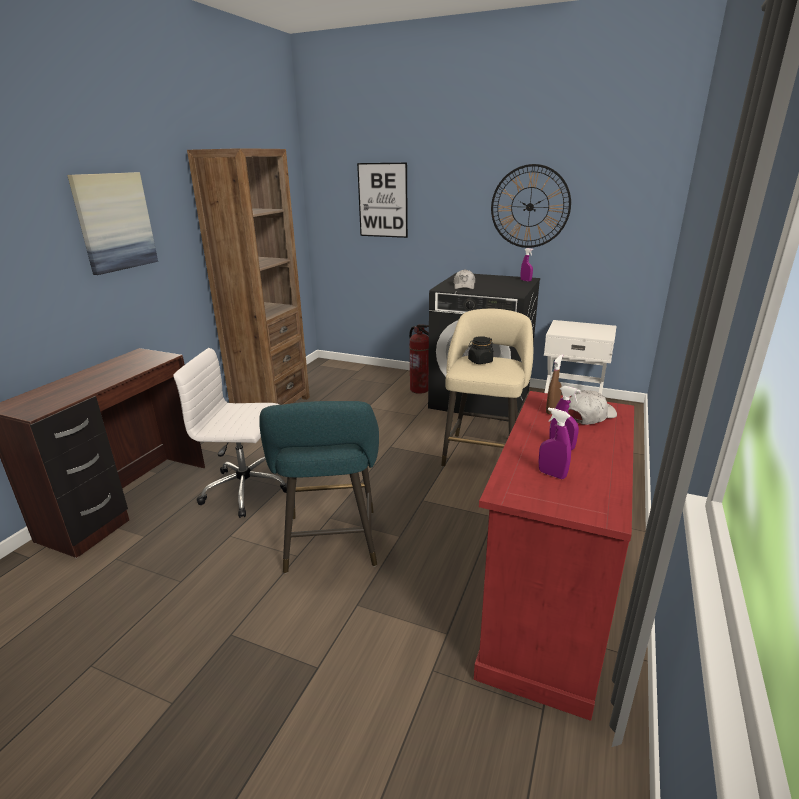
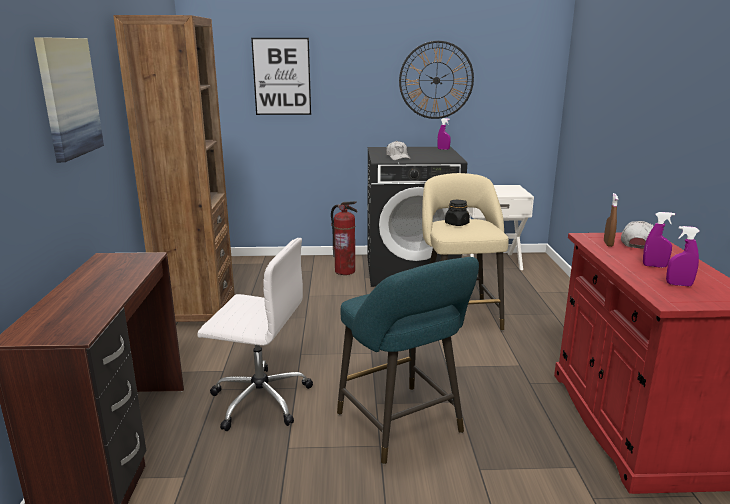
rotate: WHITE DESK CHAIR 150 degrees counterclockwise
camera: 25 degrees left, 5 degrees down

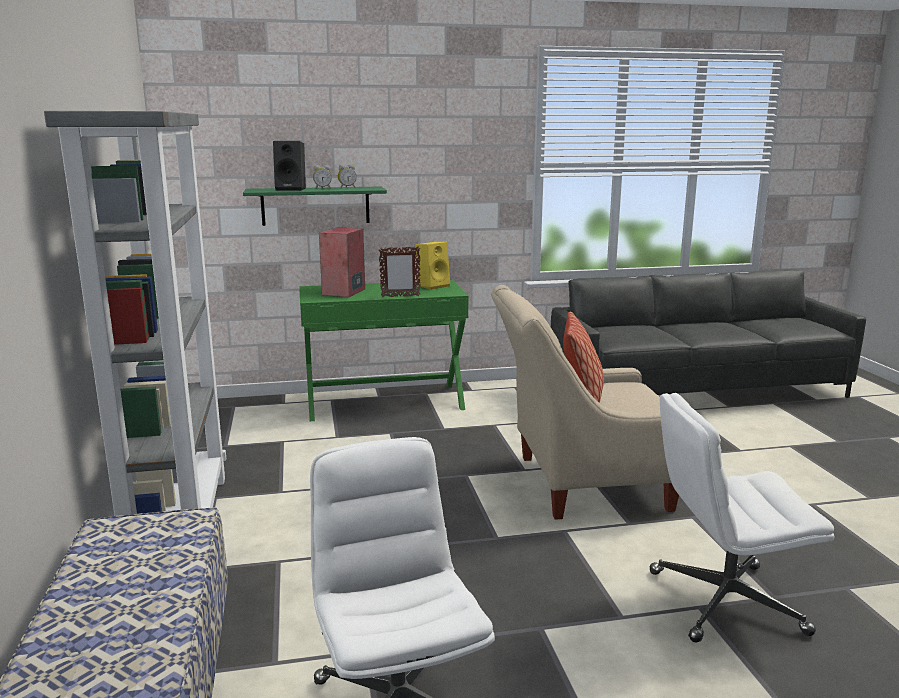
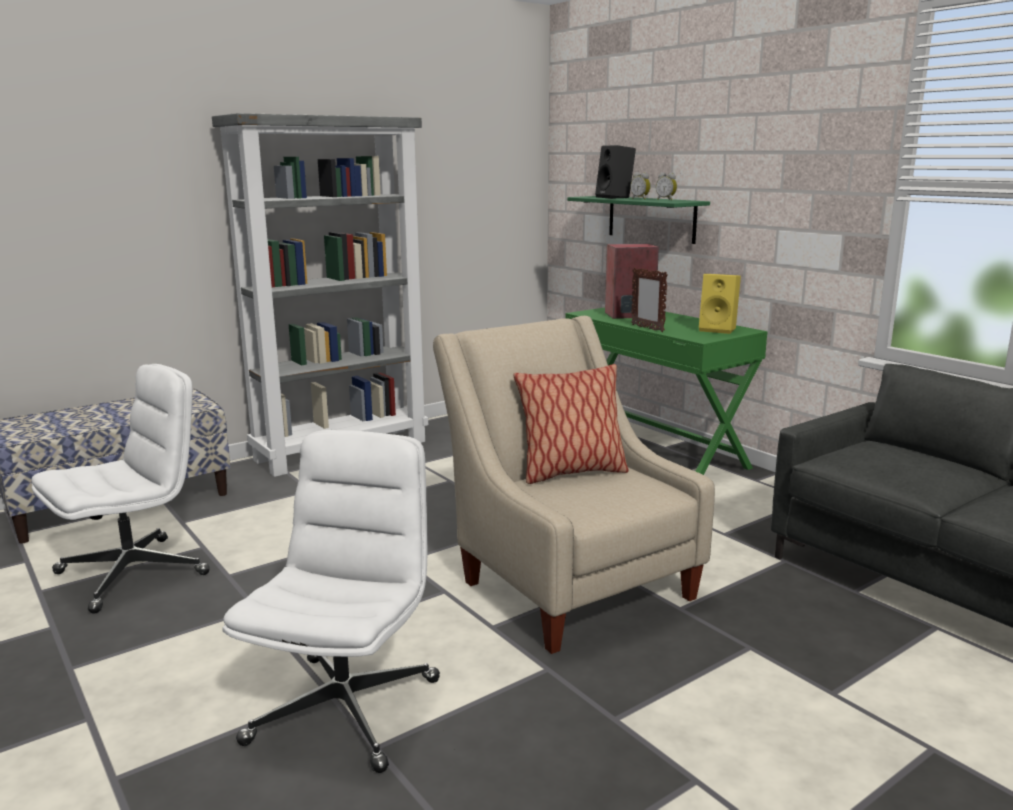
rotate: WHITE DESK CHAIR (2nd from left) 45 degrees clockwise
camera: 65 degrees right, 0 degrees up

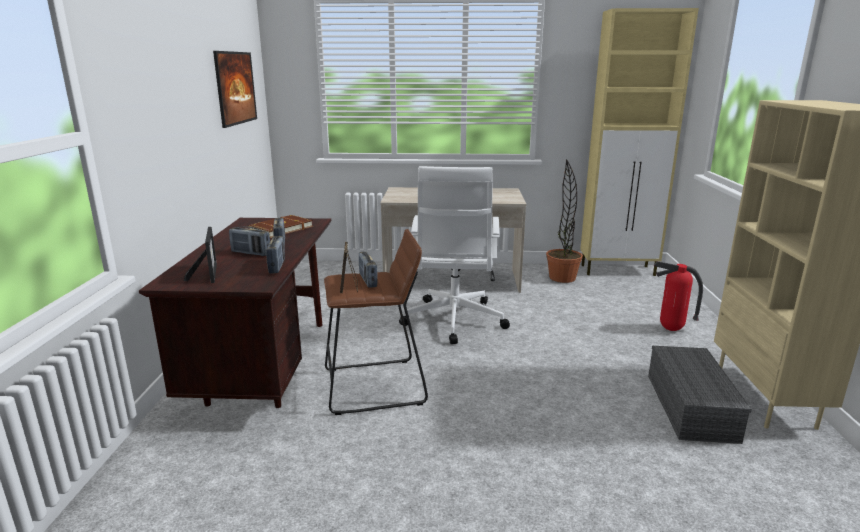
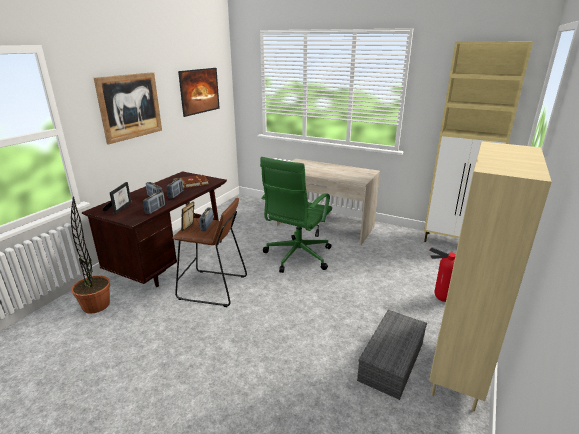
insert: PICTURE (1st from left)
move: HOUSEPLANT
recolor: WHITE DESK CHAIR to GREEN-COLOURED DESK CHAIR
camera: 25 degrees right, 5 degrees up

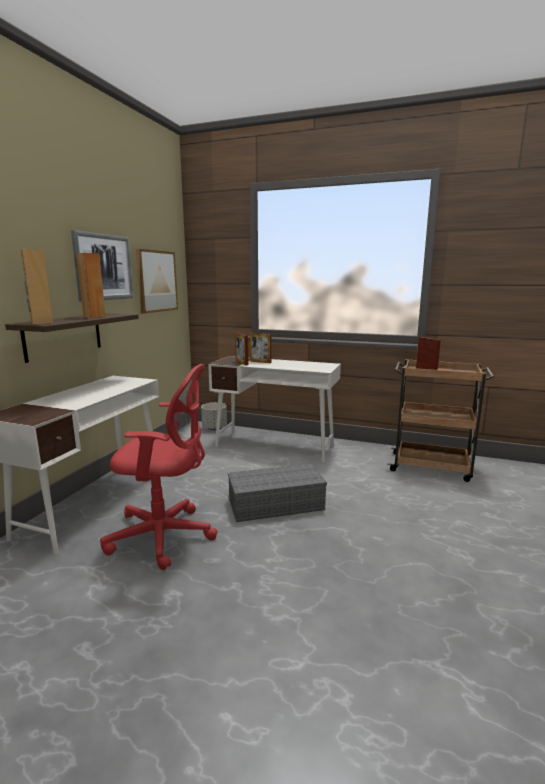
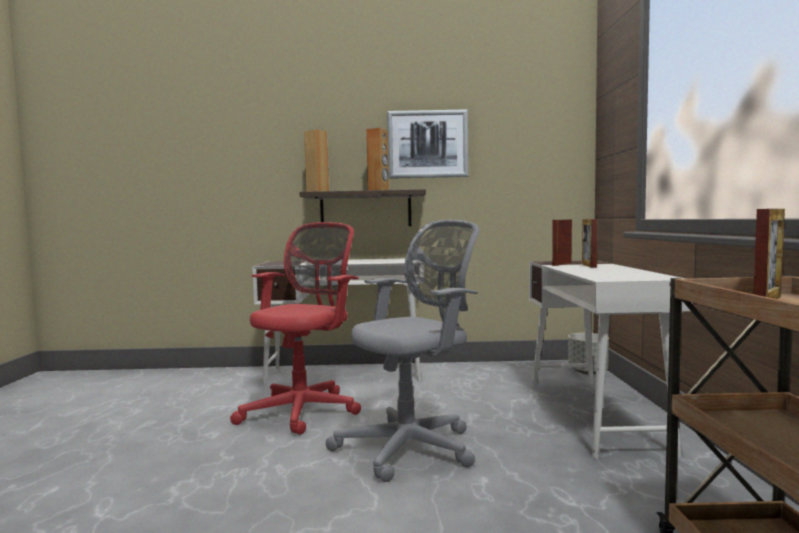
delete: PICTURE (2nd from left)
replace: GREY STORAGE BIN to GREY DESK CHAIR
rotate: RED DESK CHAIR 135 degrees counterclockwise
camera: 70 degrees right, 10 degrees down

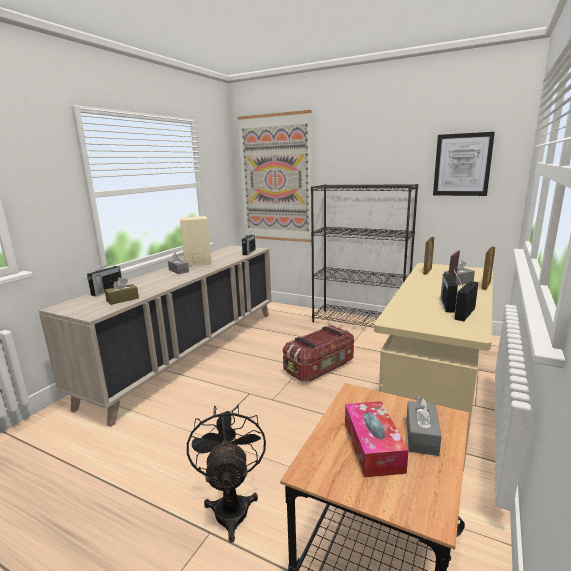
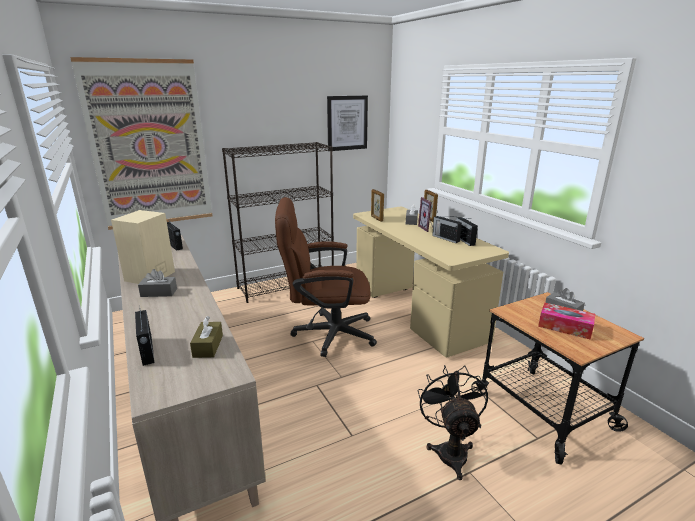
replace: STORAGE BIN to BROWN DESK CHAIR
rotate: BLACK COOLING FAN 60 degrees clockwise
camera: 55 degrees left, 5 degrees up

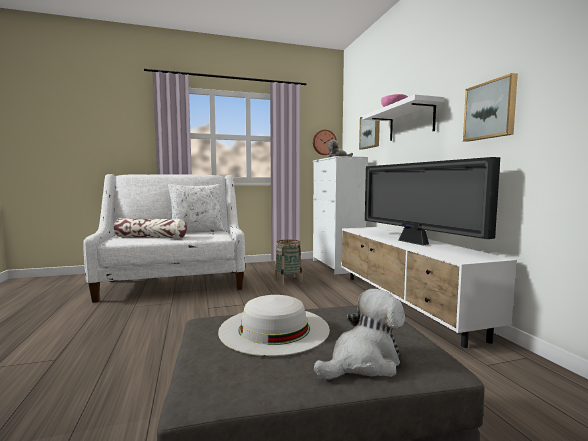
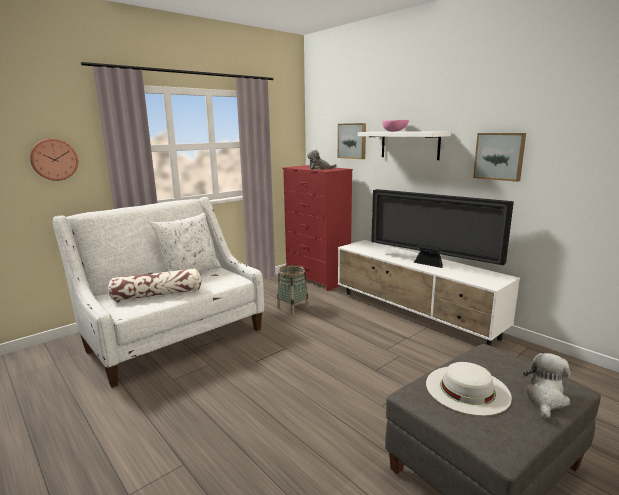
move: HANGING CLOCK
recolor: WHITE DRAWER CHEST to RED DRAWER CHEST
camera: 25 degrees left, 10 degrees up

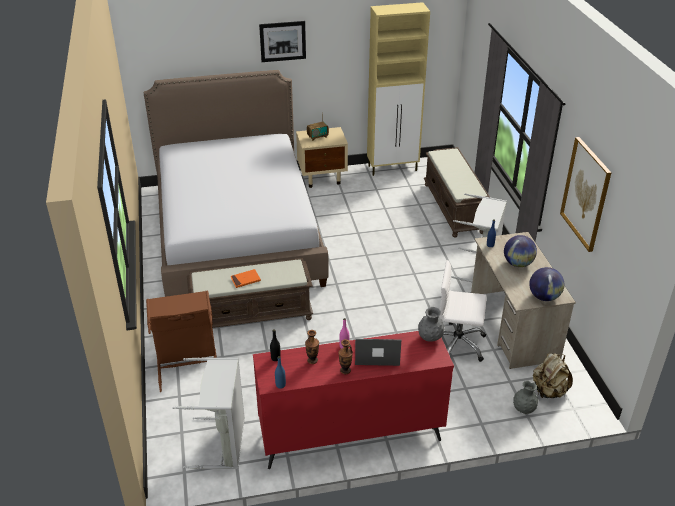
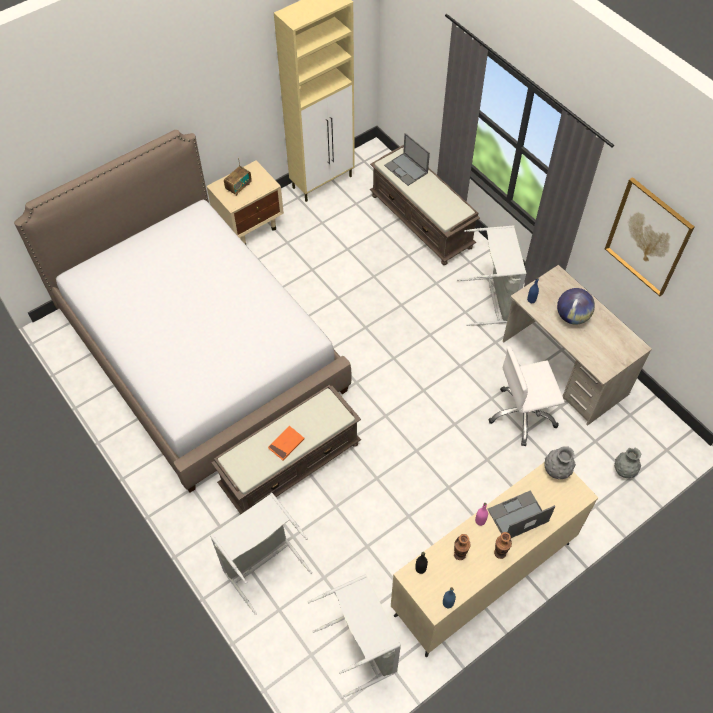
delete: PICTURE (1st from left); WORLD GLOBE (2nd from left); BEIGE RUCKSACK
insert: PORTABLE COMPUTER (1st from left)
recolor: BROWN WASHING BASKET to GREY WASHING BASKET (1st from left); RED DRAWER CHEST to BEIGE DRAWER CHEST
camera: 25 degrees left, 20 degrees up

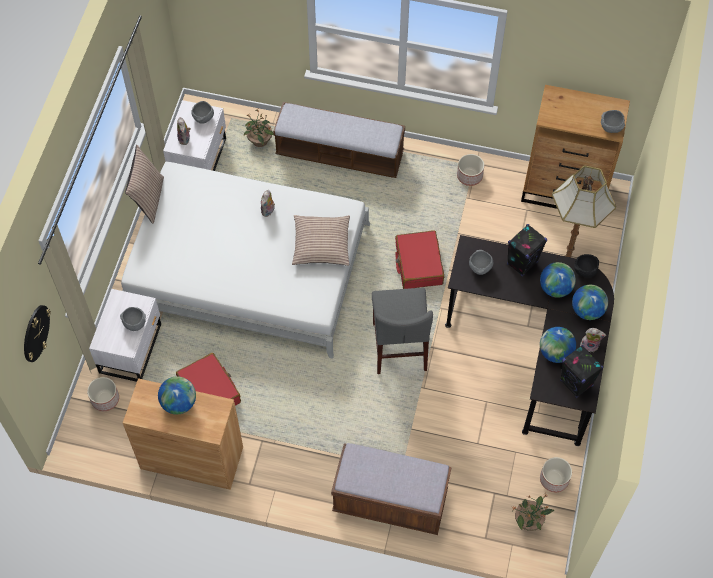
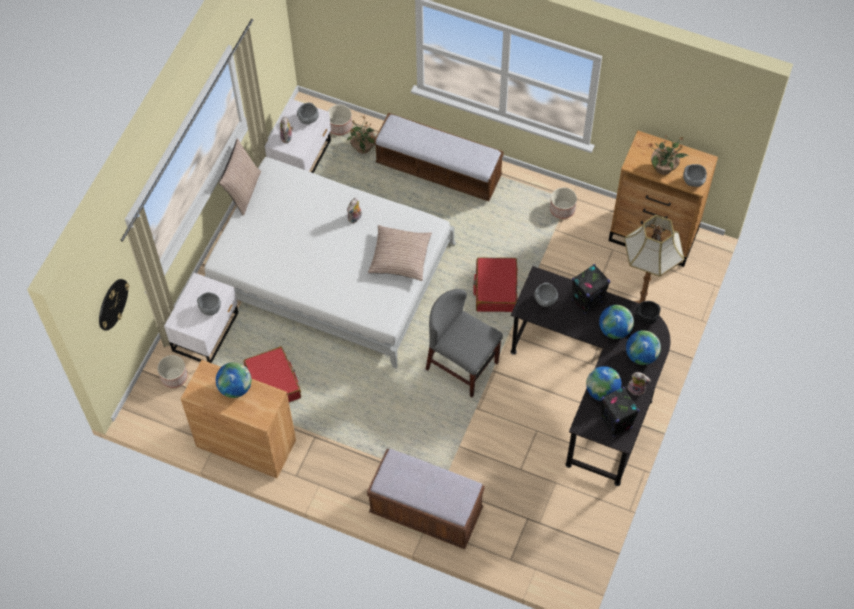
move: FLOWER POT (3rd from left in the first image) to FLOWER POT (2nd from left); HOUSEPLANT (2nd from left)
rotate: GREY CHAIR 120 degrees clockwise
camera: 10 degrees right, 0 degrees up

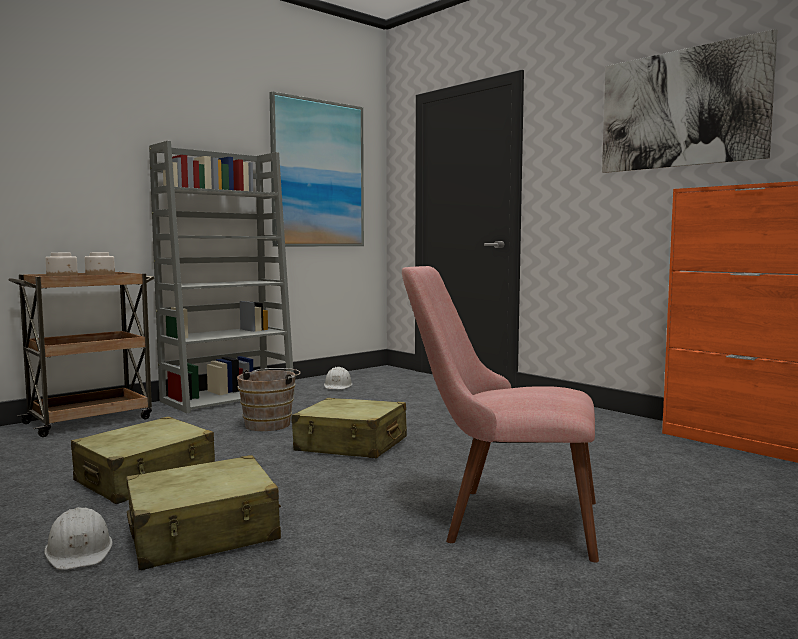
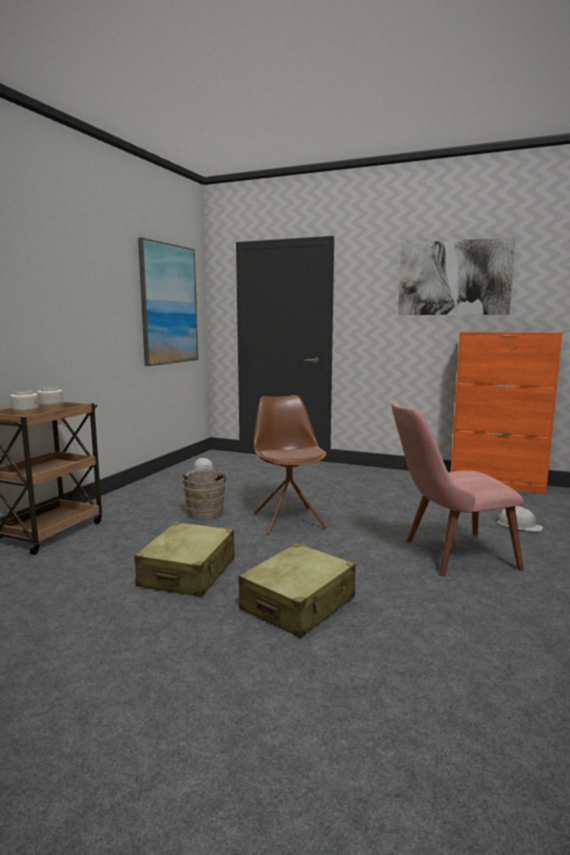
delete: GREY BOOKCASE
move: WHITE HARD HAT (1st from left in the first image) to WHITE HARD HAT (2nd from left)
replace: BEIGE SUITCASE (3rd from left) to BROWN CHAIR
camera: 25 degrees left, 5 degrees up

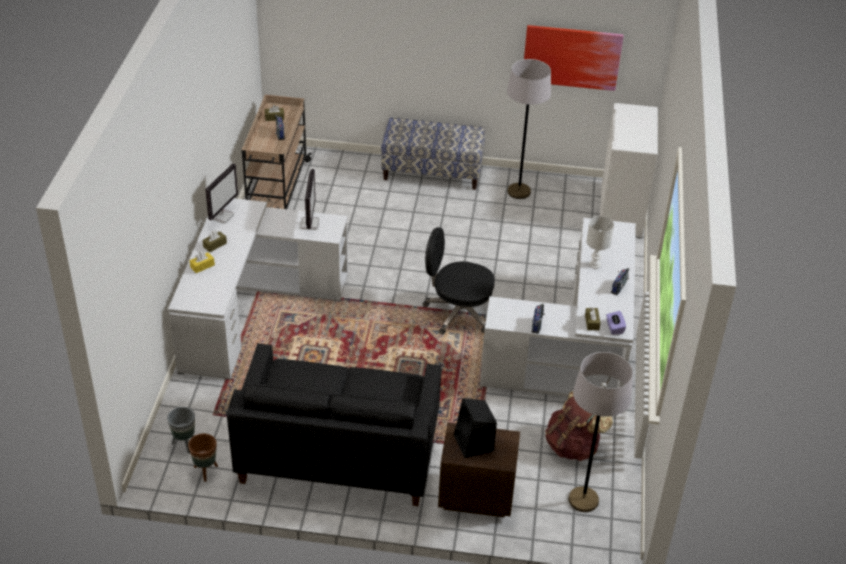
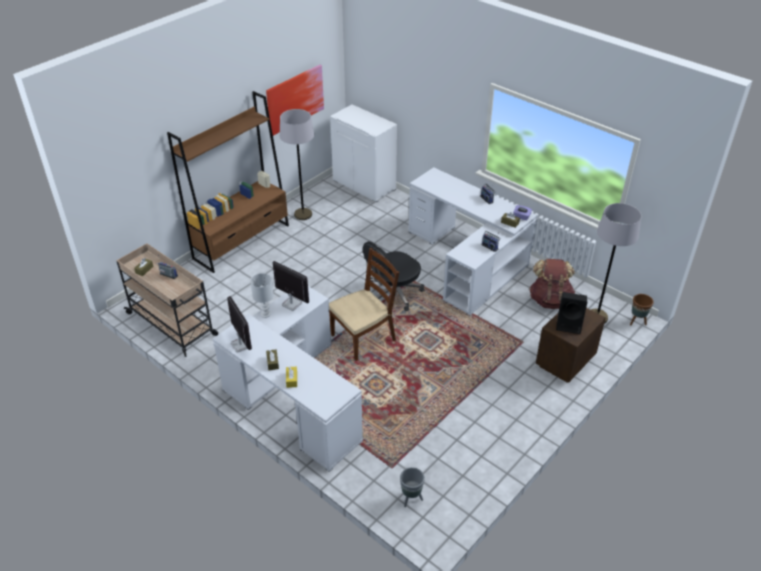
delete: BLACK SETTEE
insert: BROWN CHAIR
move: WHITE TABLETOP LAMP; BROWN FLOWER POT
replace: LONG SEAT to BROWN BOOKCASE
camera: 55 degrees left, 0 degrees up

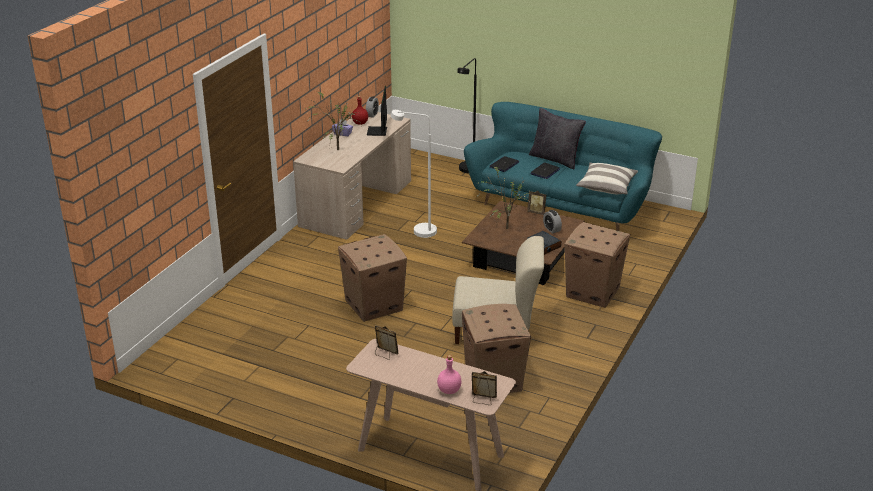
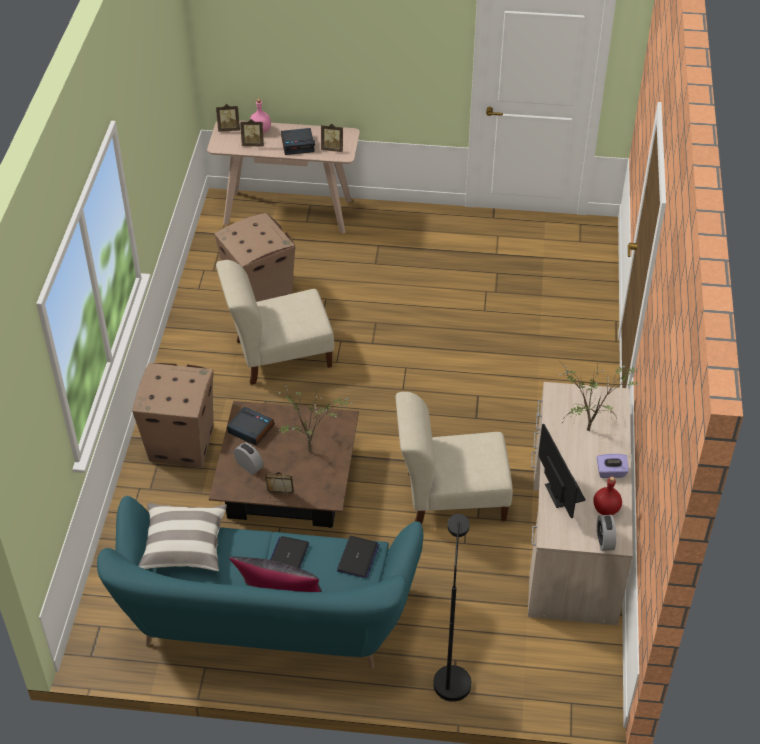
delete: PACKING BOX (1st from left)
insert: PICTURE FRAME (2nd from left); ALARM CLOCK (3rd from left)
replace: WHITE FLOOR LAMP to BEIGE CHAIR (2nd from left)
camera: 160 degrees right, 15 degrees up

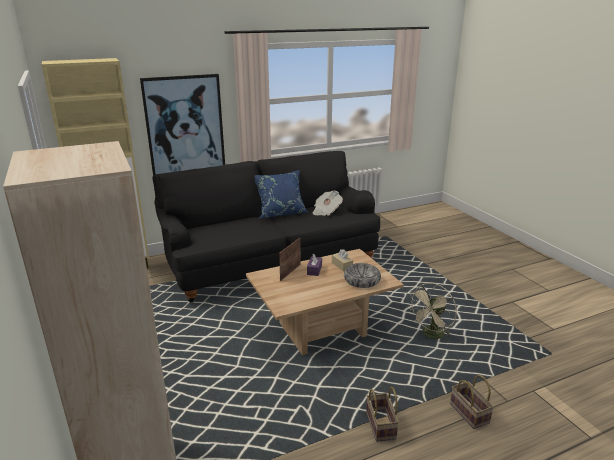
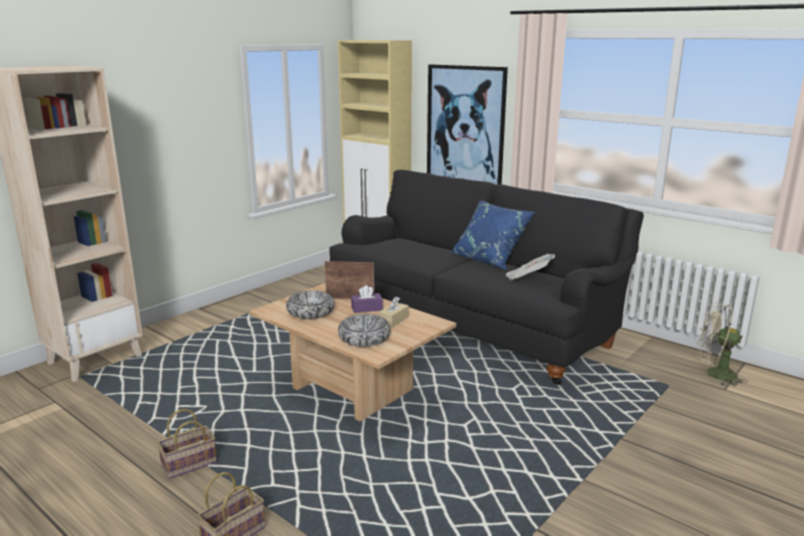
insert: DEEP DISH (1st from left)
move: BEIGE COOLING FAN
camera: 65 degrees right, 5 degrees down

